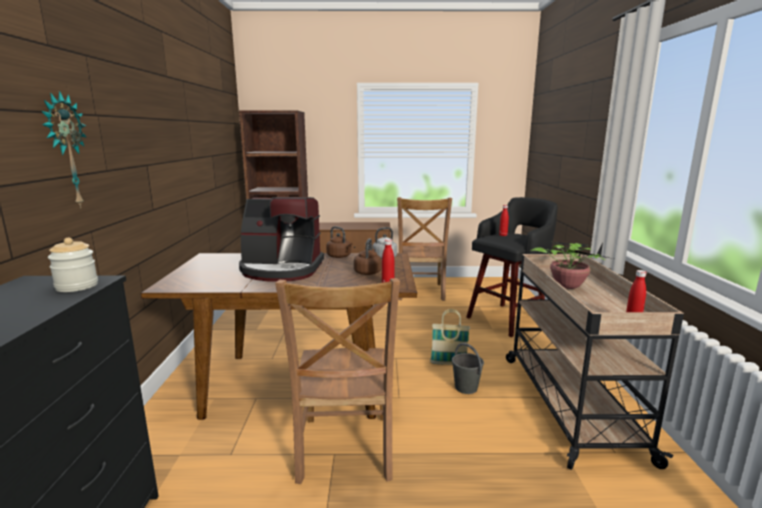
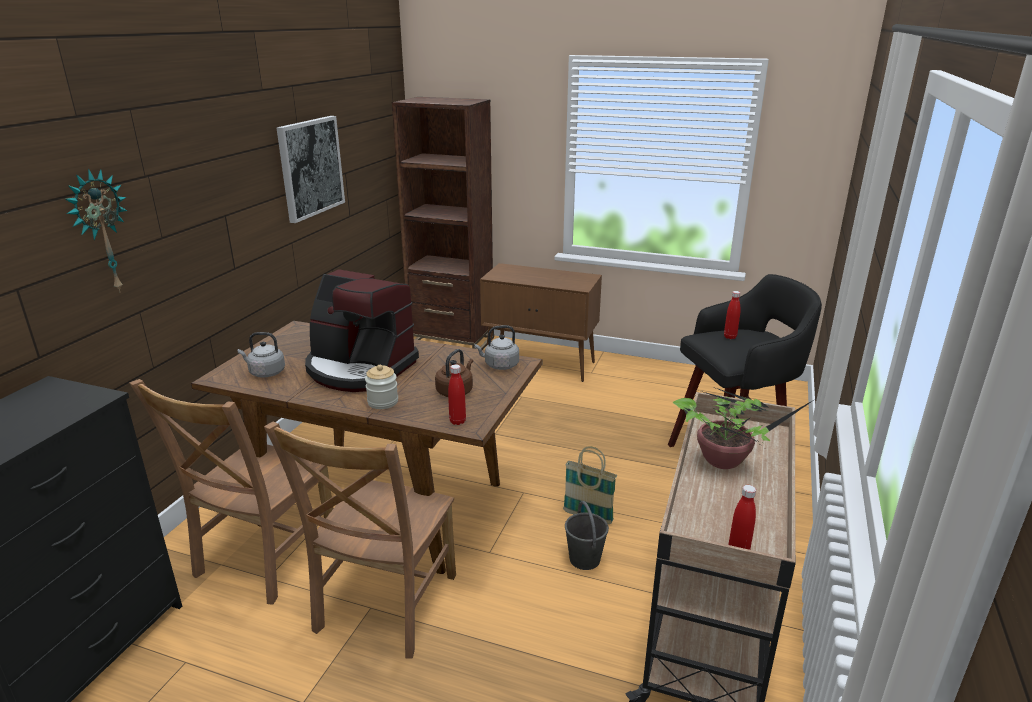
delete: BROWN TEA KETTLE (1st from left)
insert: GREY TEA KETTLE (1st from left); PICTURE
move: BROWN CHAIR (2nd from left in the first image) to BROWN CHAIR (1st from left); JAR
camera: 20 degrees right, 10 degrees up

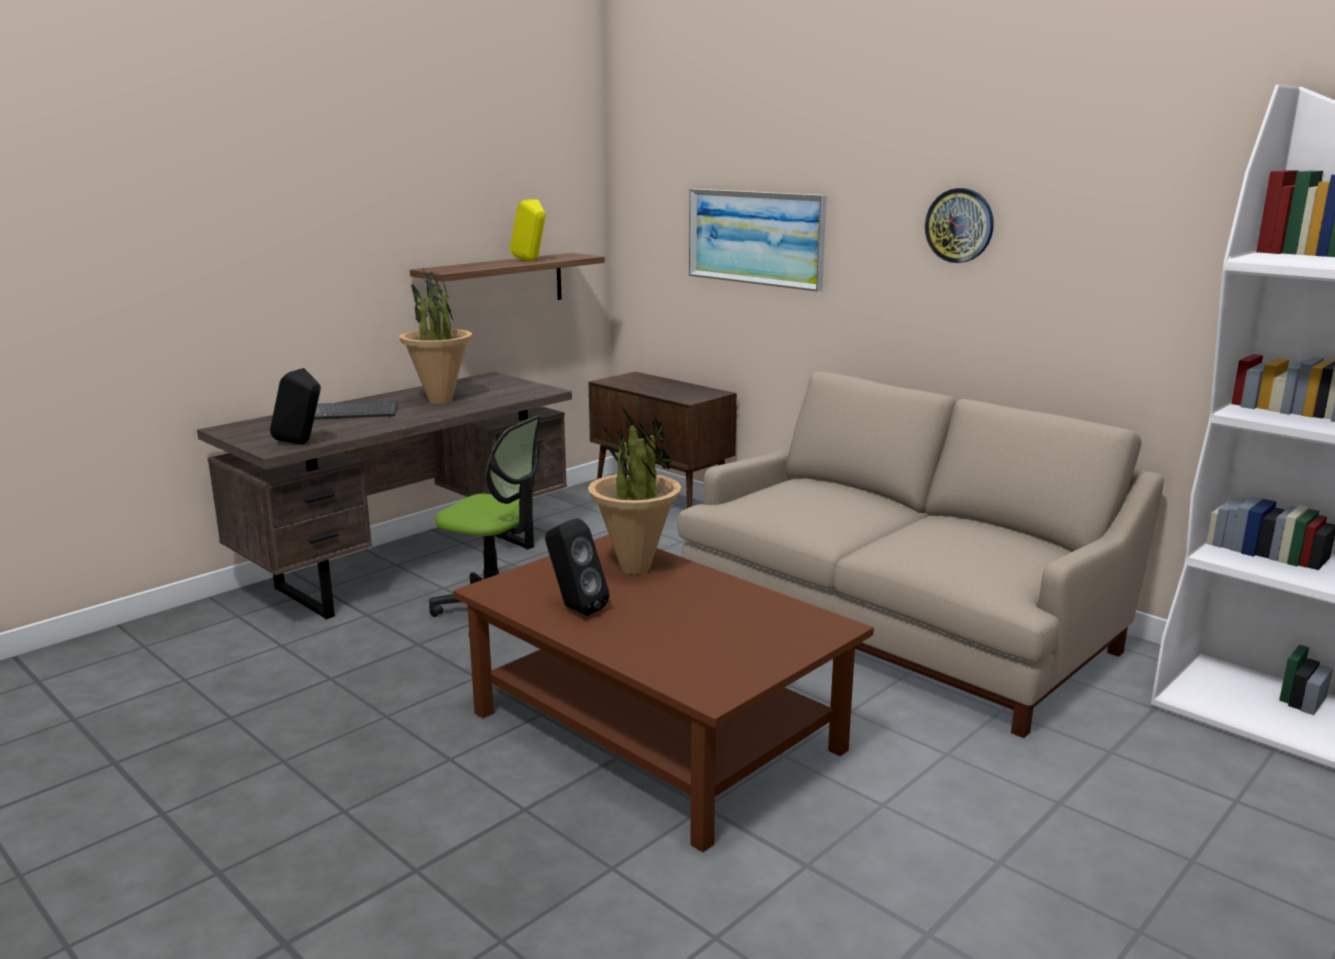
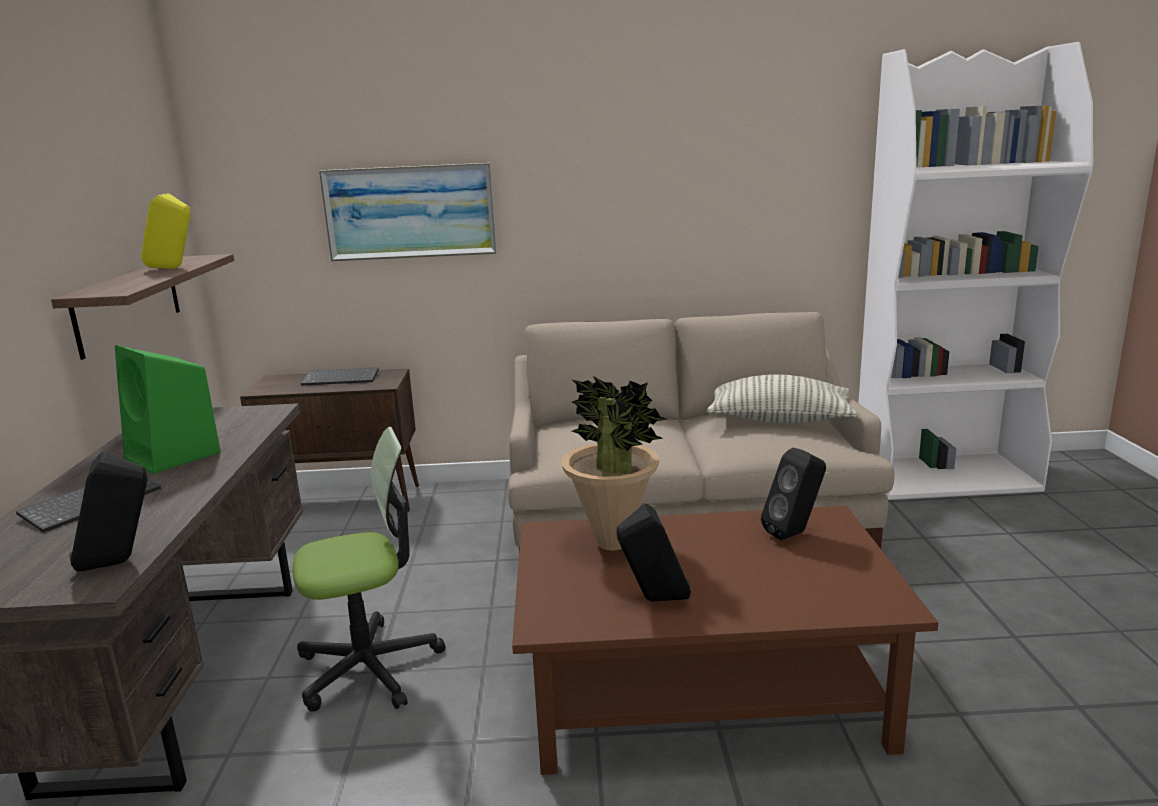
delete: HANGING CLOCK
insert: KEYBOARD (2nd from left); THROW PILLOW; BLACK SPEAKER (3rd from left)
replace: HOUSEPLANT (1st from left) to GREEN-COLOURED SPEAKER
camera: 45 degrees left, 0 degrees up

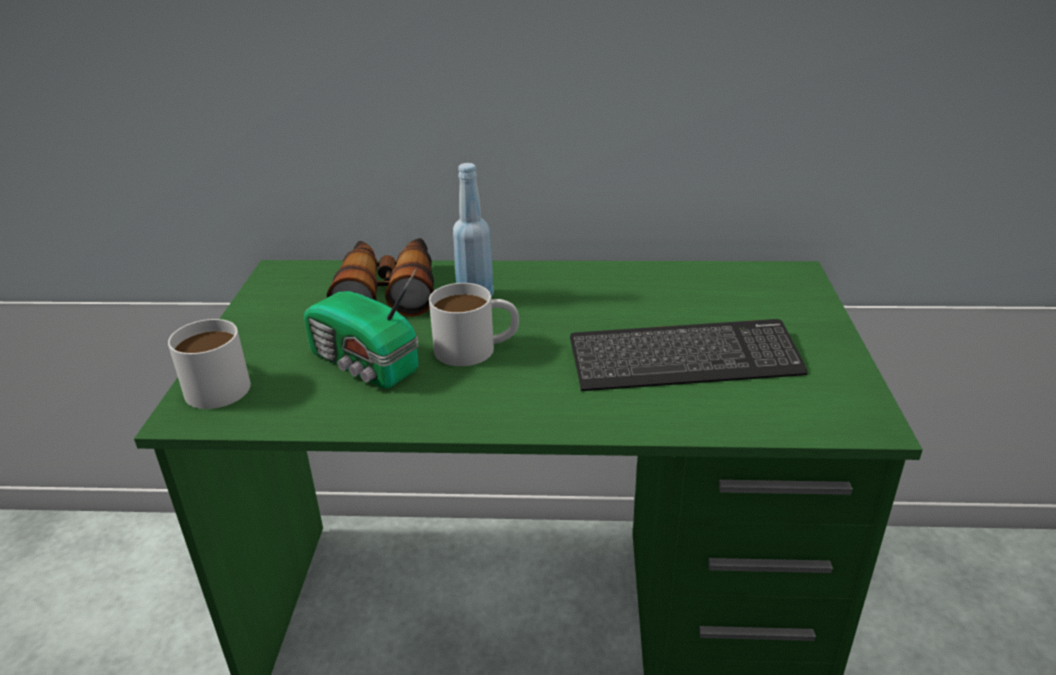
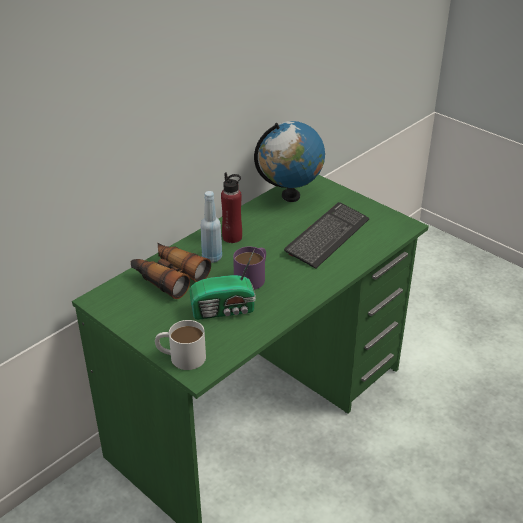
insert: RED BOTTLE; WORLD GLOBE
recolor: WHITE TEA MUG (2nd from left) to PURPLISH TEA MUG
camera: 50 degrees left, 5 degrees up

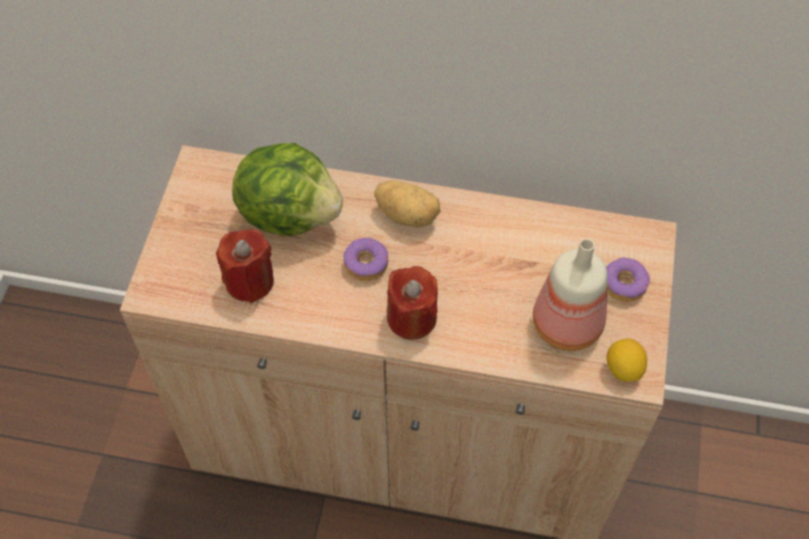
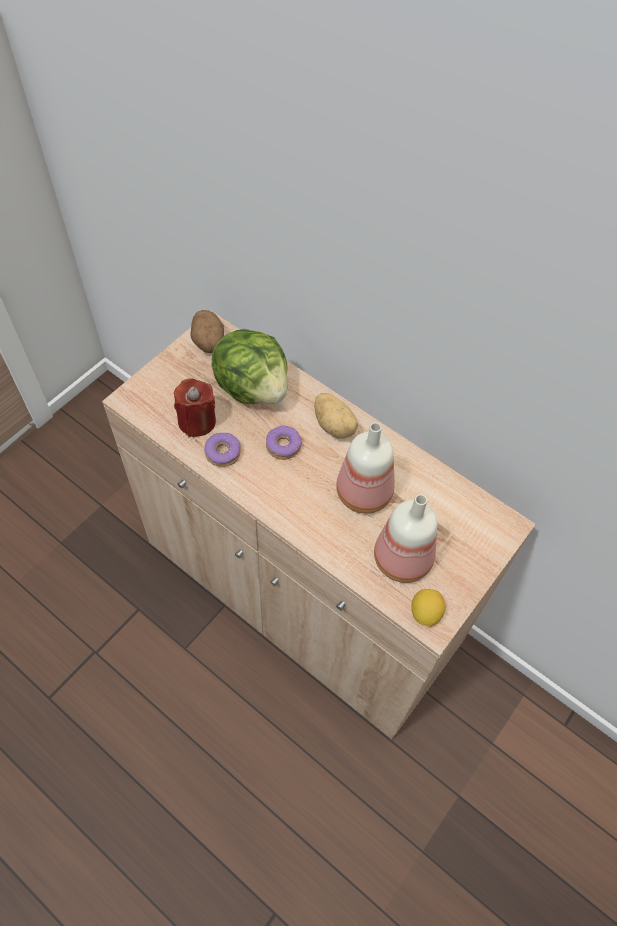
delete: RED WAX CANDLE (2nd from left)
insert: WHOLE POTATO (1st from left); BOTTLE (1st from left)
move: RING DOUGHNUT (2nd from left in the first image) to RING DOUGHNUT (1st from left)
camera: 25 degrees right, 0 degrees up

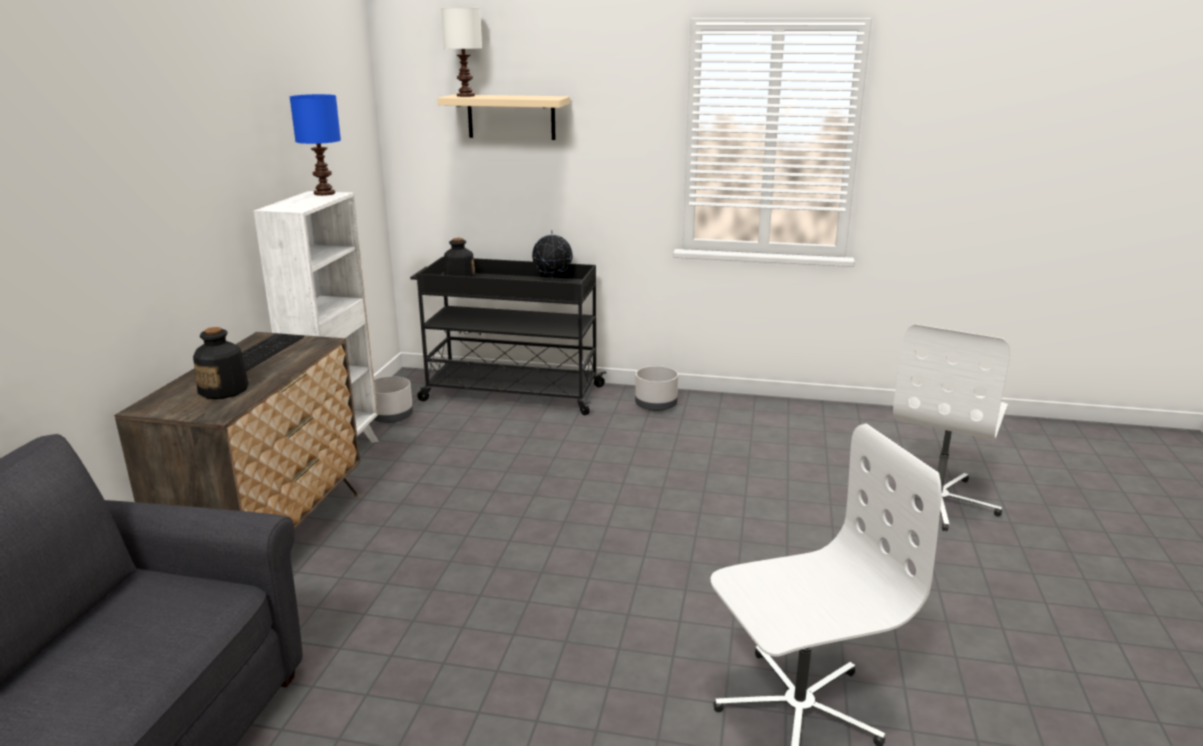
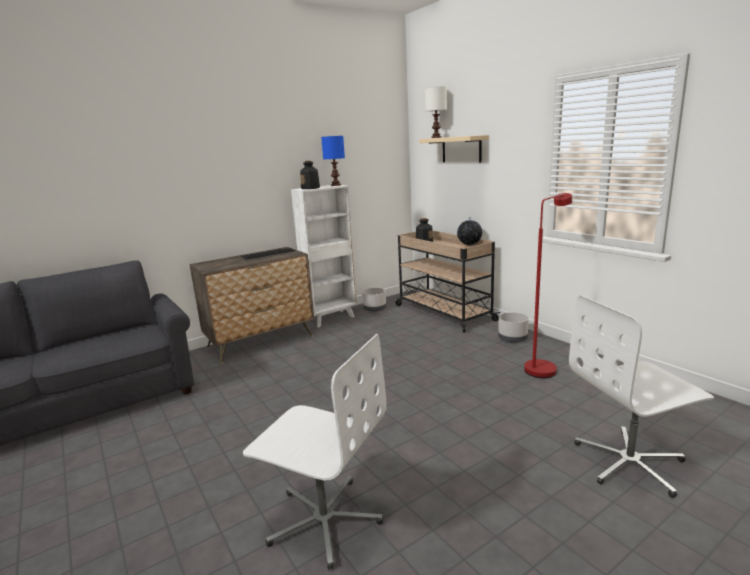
insert: RED FLOOR LAMP
move: BOTTLE (1st from left)
recolor: BLACK WHEELED CART to BEIGE WHEELED CART
camera: 45 degrees right, 5 degrees down

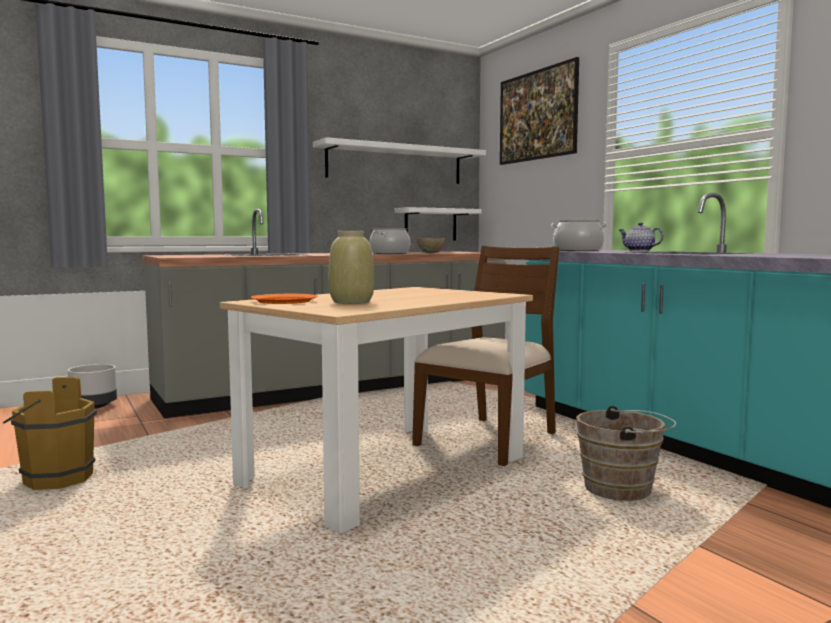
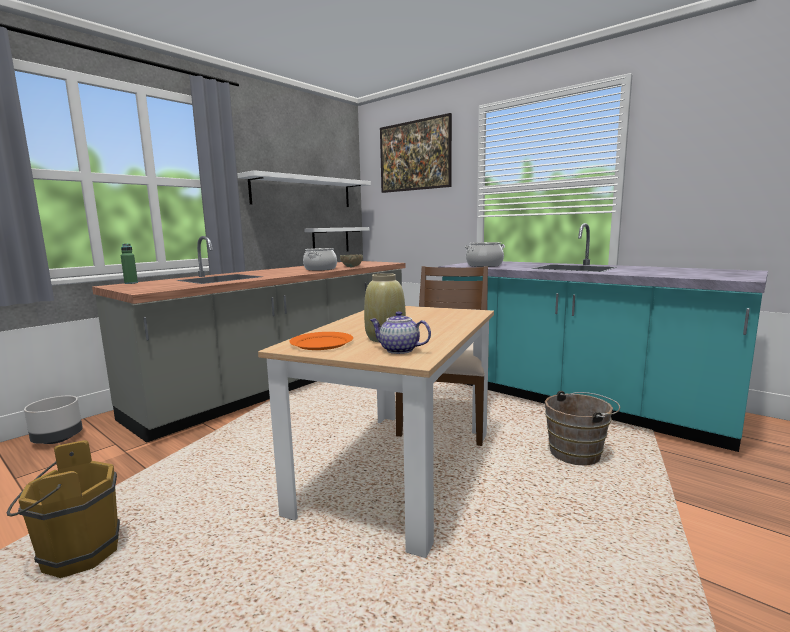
insert: GREEN-COLOURED BOTTLE
move: TEA POT
camera: 20 degrees left, 5 degrees up

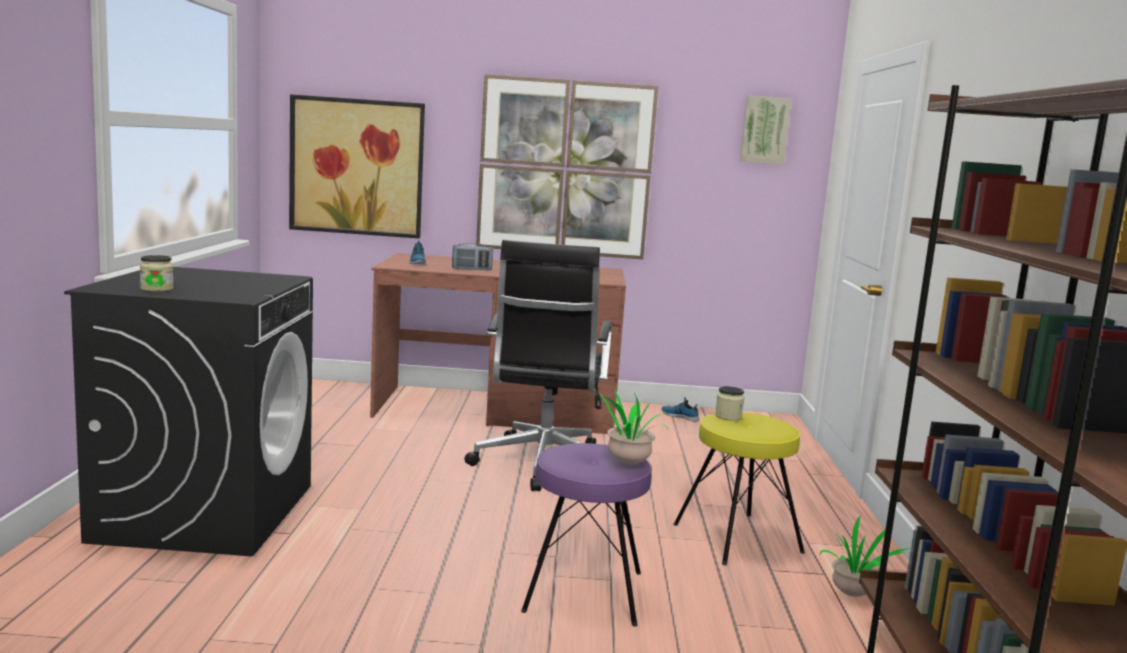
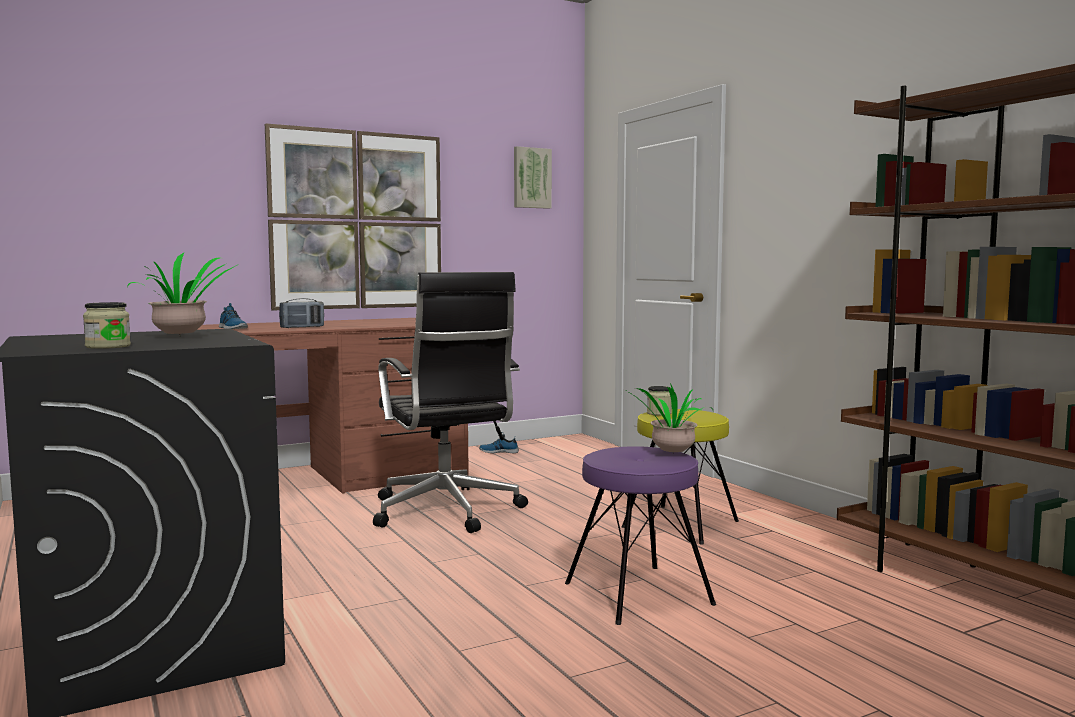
delete: PICTURE (1st from left)
move: HOUSEPLANT (2nd from left in the first image) to HOUSEPLANT (1st from left)
camera: 30 degrees left, 5 degrees down

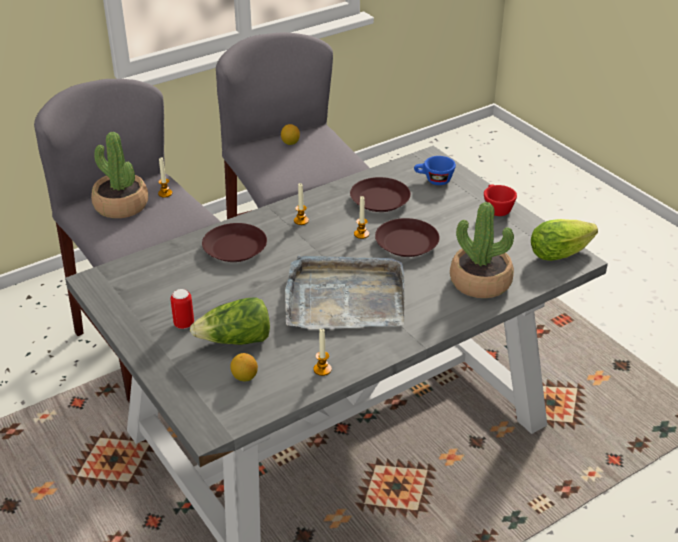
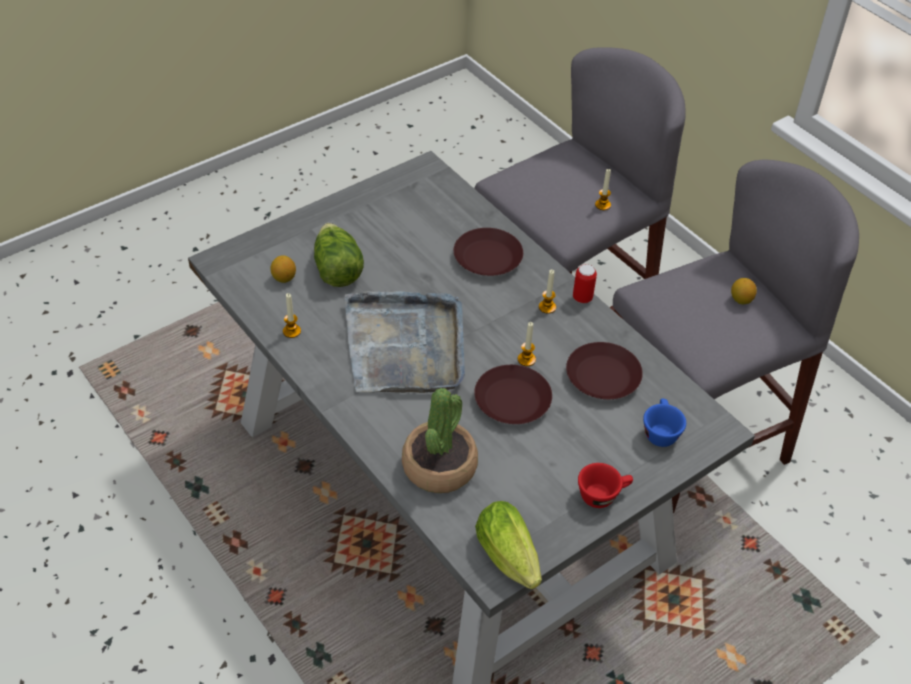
delete: HOUSEPLANT (1st from left)
move: CAN
camera: 85 degrees right, 10 degrees up

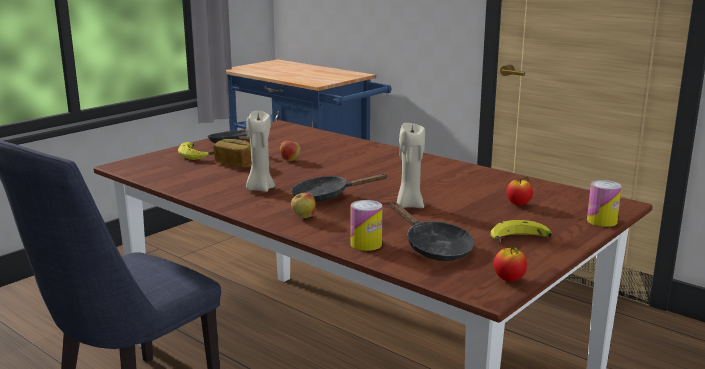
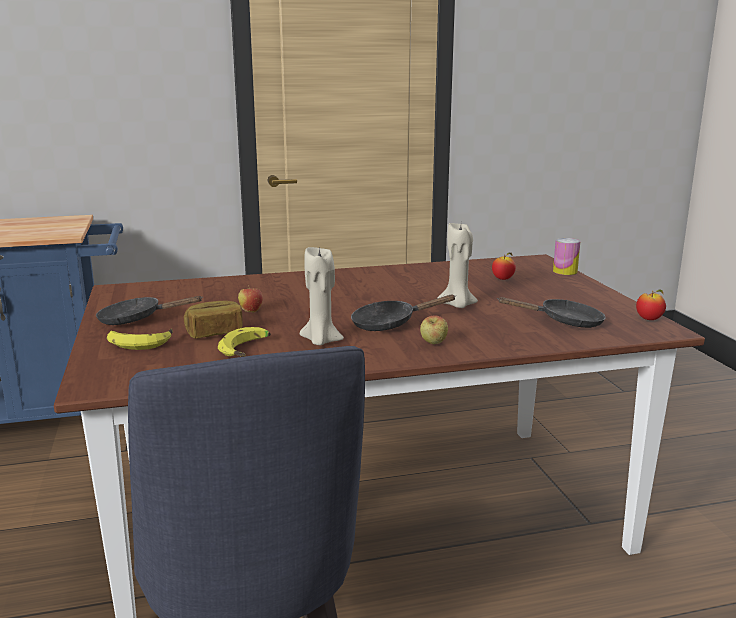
delete: CAN (1st from left)
move: BANANA (2nd from left)
rotate: BLACK PAN (2nd from left) 45 degrees clockwise
camera: 55 degrees left, 0 degrees up

